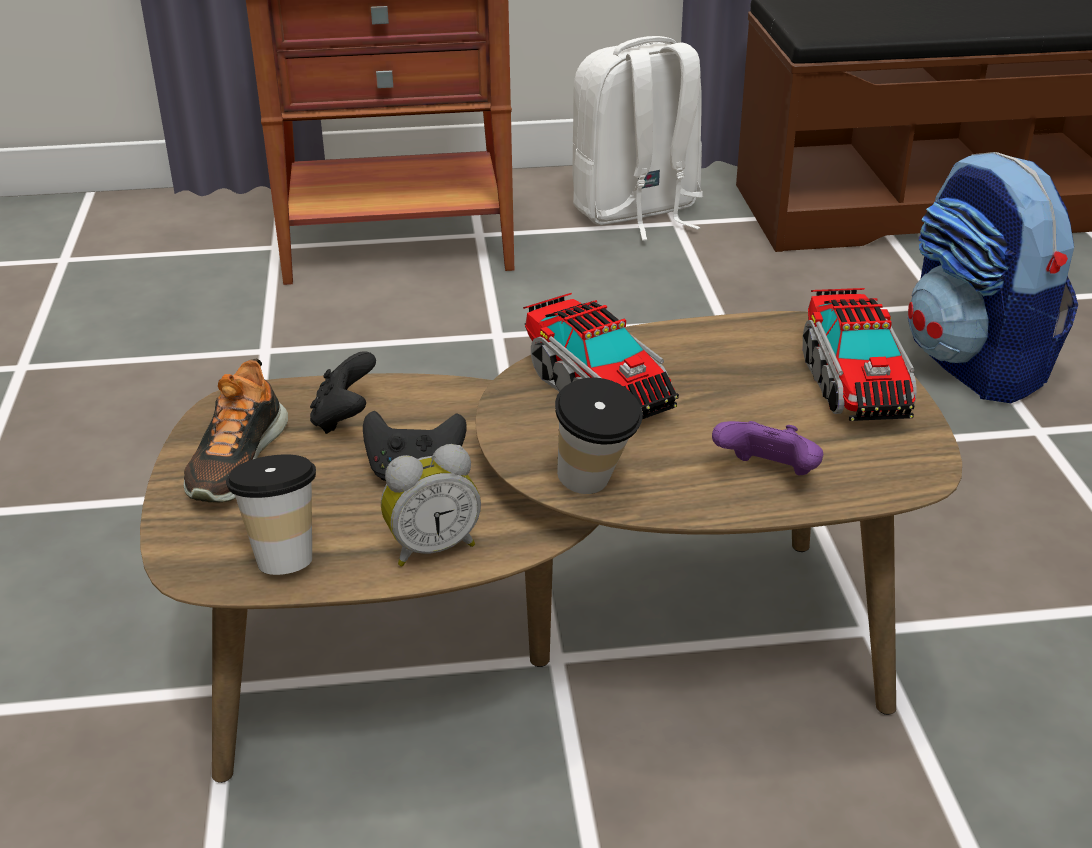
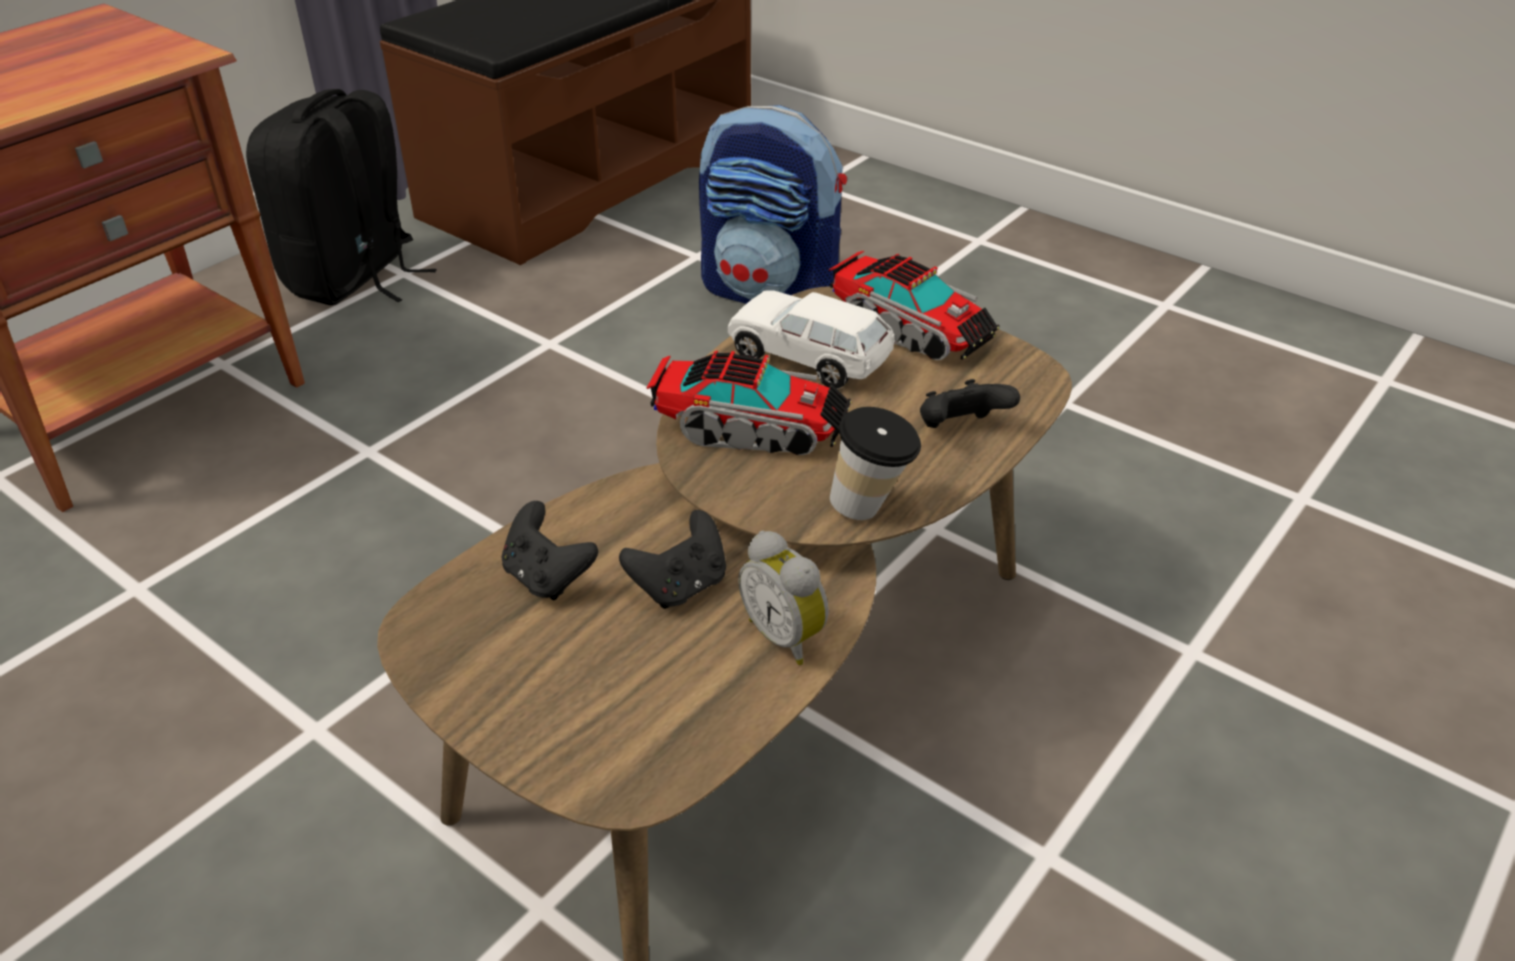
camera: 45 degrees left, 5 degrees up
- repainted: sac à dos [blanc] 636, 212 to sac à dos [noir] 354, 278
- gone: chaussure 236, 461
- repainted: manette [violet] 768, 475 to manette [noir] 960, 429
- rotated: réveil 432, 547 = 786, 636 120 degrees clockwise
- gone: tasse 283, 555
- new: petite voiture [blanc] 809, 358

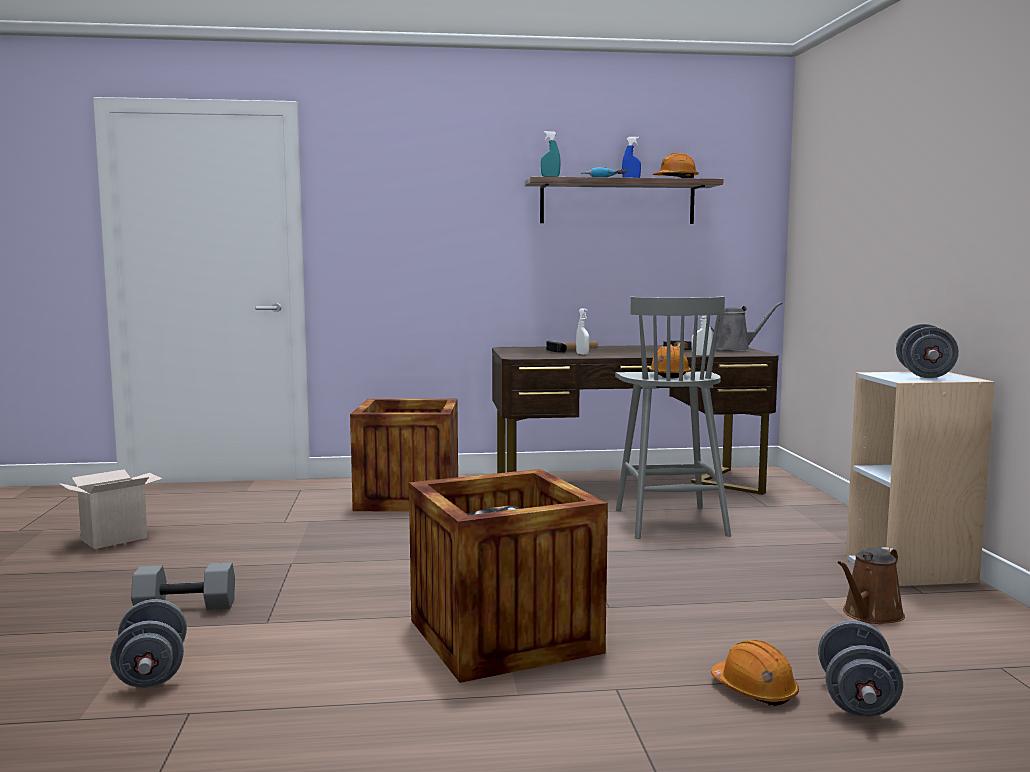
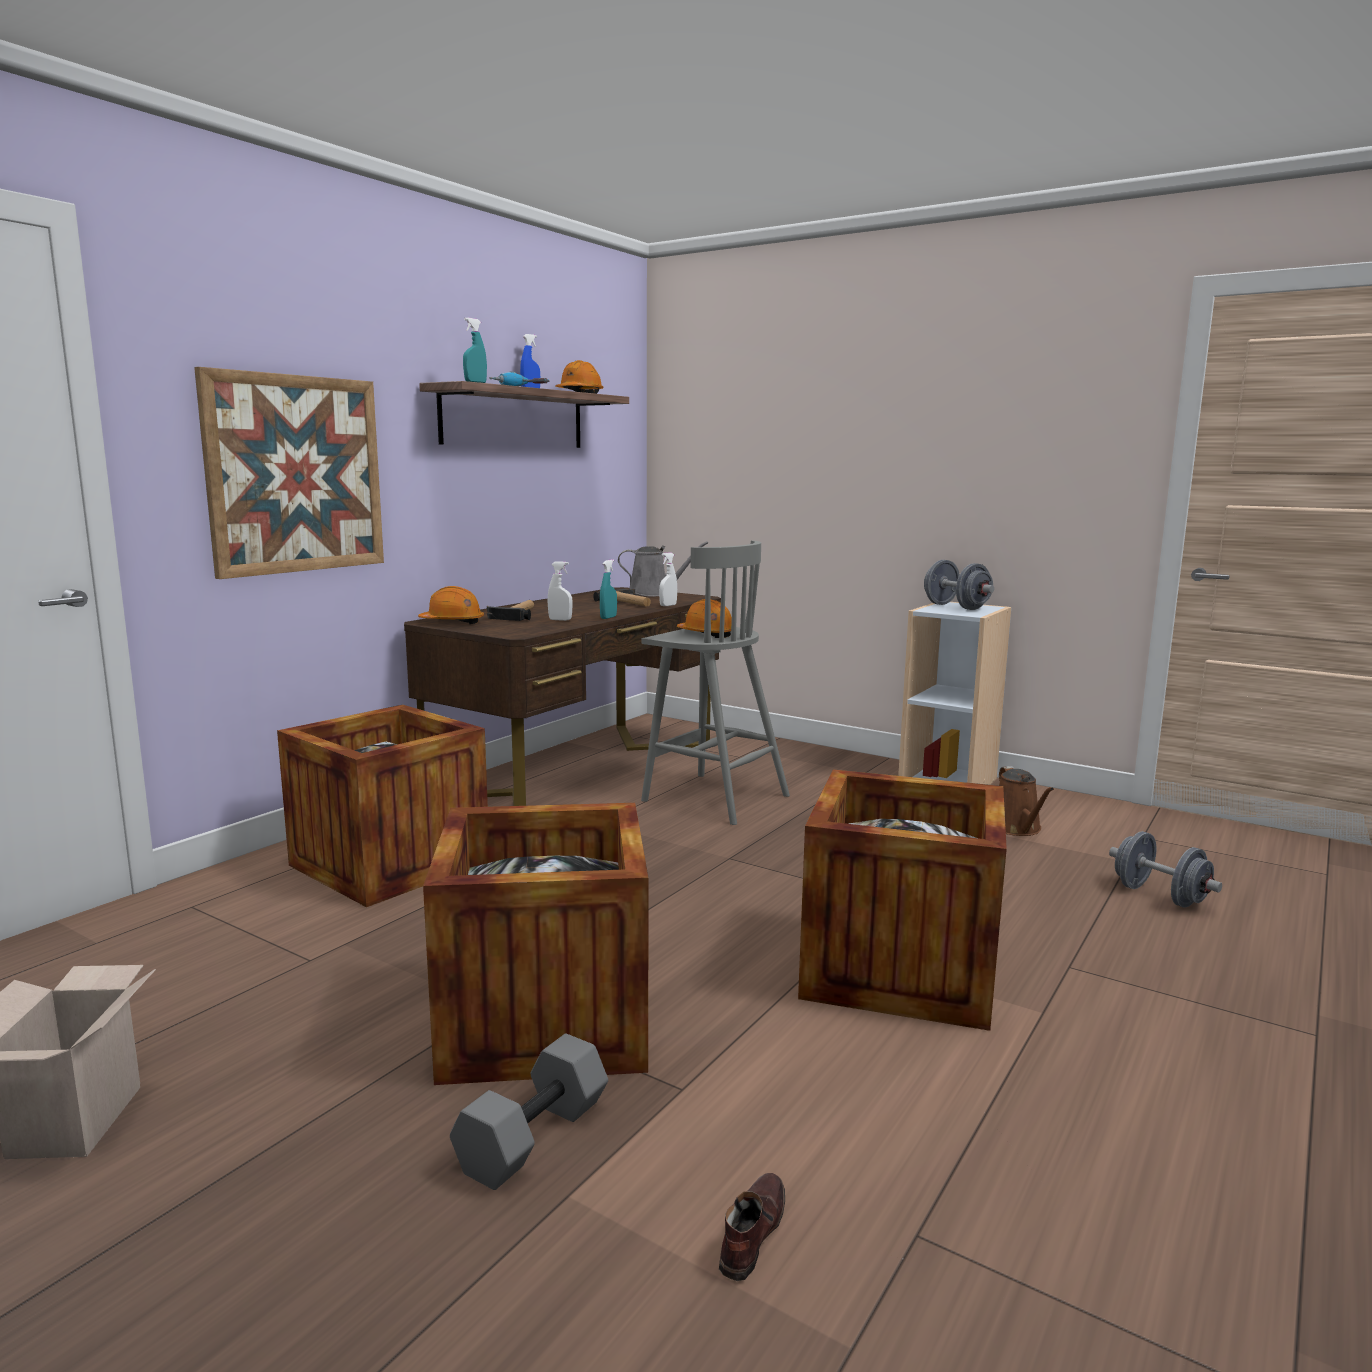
camera: 50 degrees left, 5 degrees up
- rotated: arrosoir [gris] 735, 349 = 654, 593 60 degrees clockwise
- swapped: haltère [gris] 152, 673 to chaussure [marron] 751, 1233
- shifted: casque de chantier [orange] 754, 690 to 452, 622
- new: tableau 296, 474
- new: vaporisateur [turquoise] 608, 617
- new: caisse 545, 1019

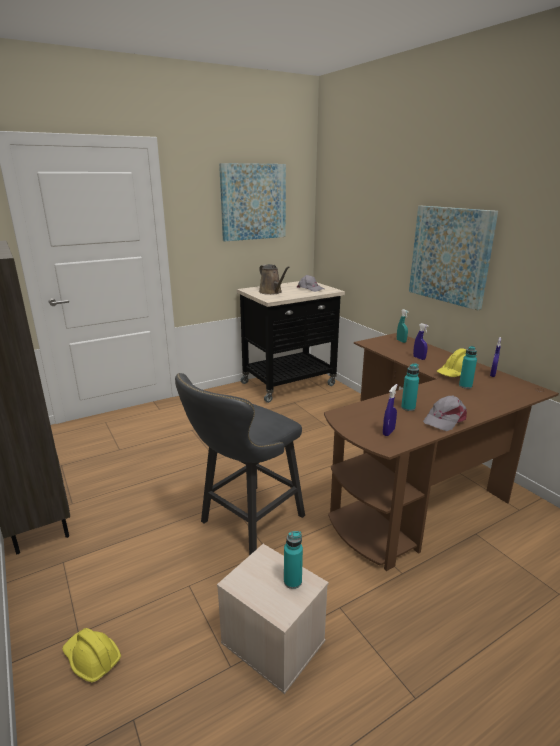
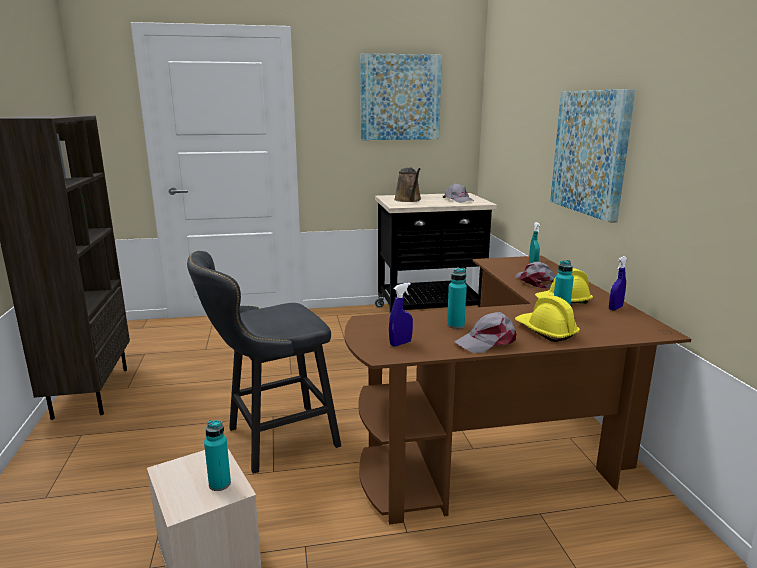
camera: 20 degrees right, 5 degrees down
- swapped: vaporisateur [bleu] 419, 358 to casquette [gris] 535, 281
- shifted: casque de chantier [jaune] 91, 658 to 545, 331

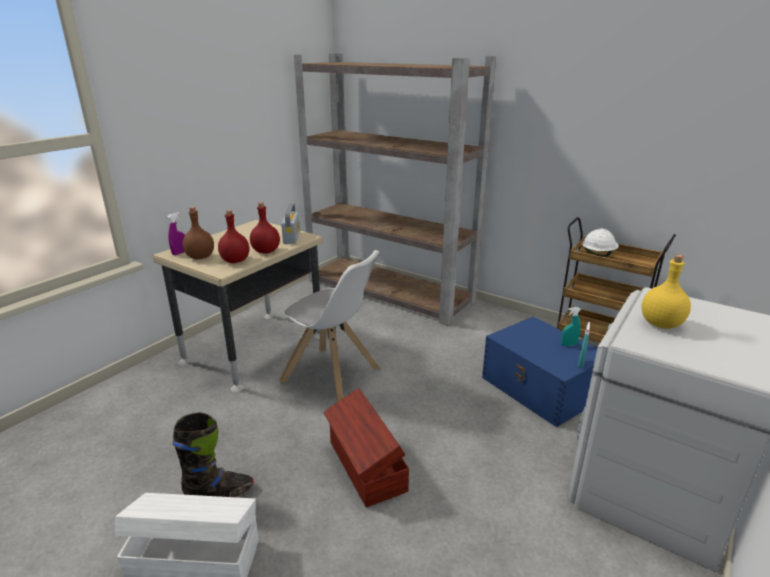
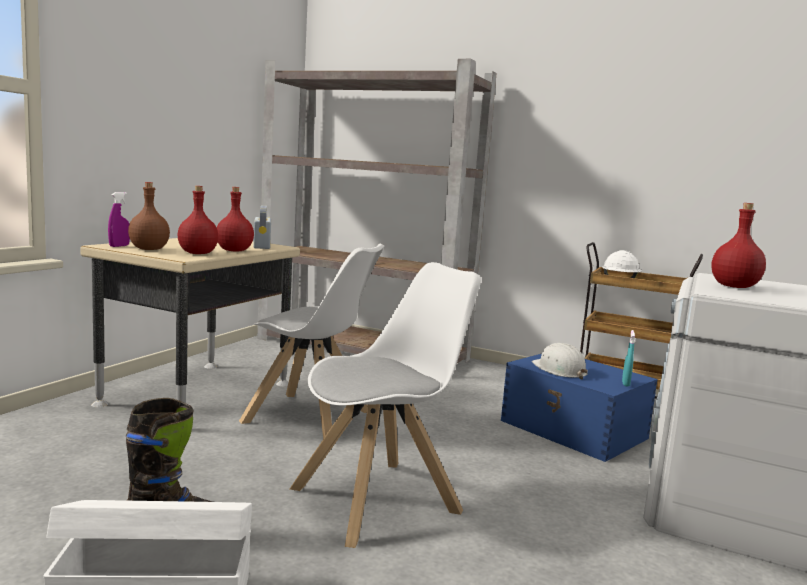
camera: 10 degrees left, 15 degrees down
- repainted: bouteille [jaune] 661, 324 to bouteille [rouge] 735, 287
- gone: vaporisateur [turquoise] 568, 345
- swapped: boîte de rangement [marron] 366, 467 to chaise 380, 499
- new: casque de chantier [blanc] 559, 370

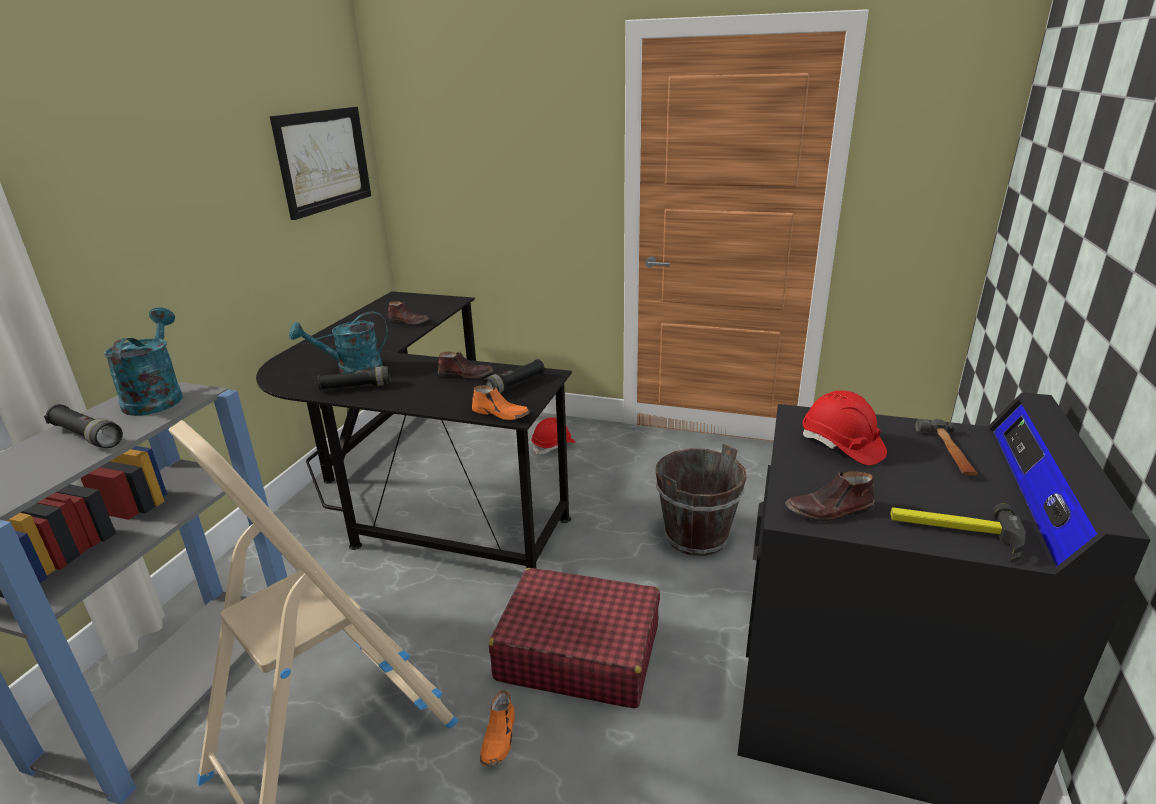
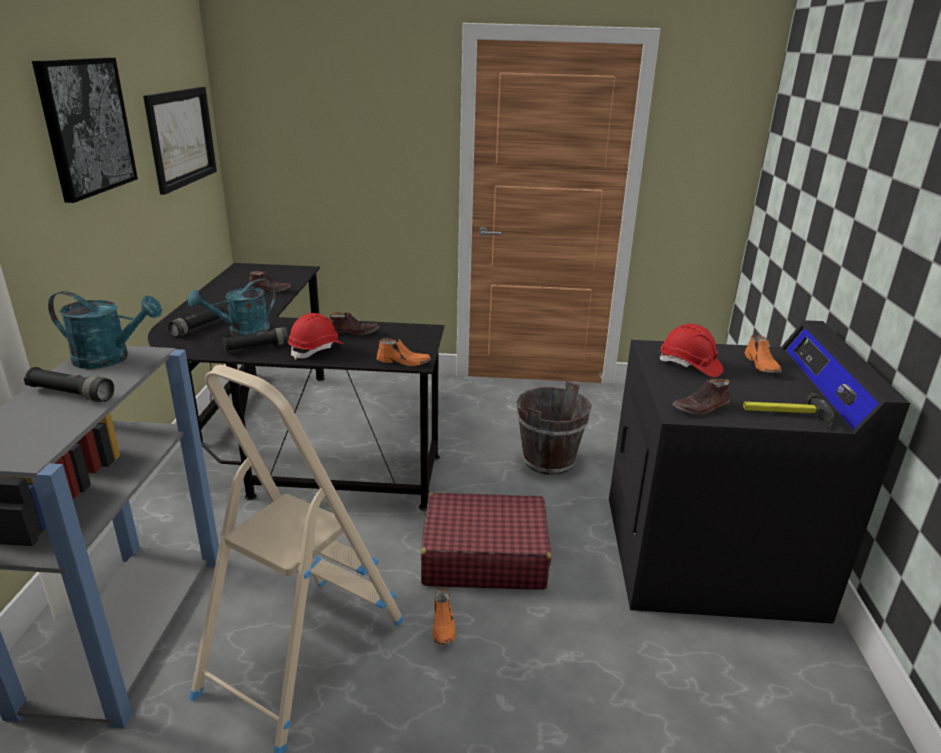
camera: 15 degrees left, 0 degrees up
- rotated: arrosoir [turquoise] 157, 397 = 111, 359 120 degrees clockwise
- shifted: lampe de poche [noir] 515, 385 to 199, 327
- shifted: casque de chantier [rouge] 553, 446 to 316, 349
- swapped: marteau 948, 453 to chaussure [orange] 762, 365
- new: tableau 86, 127

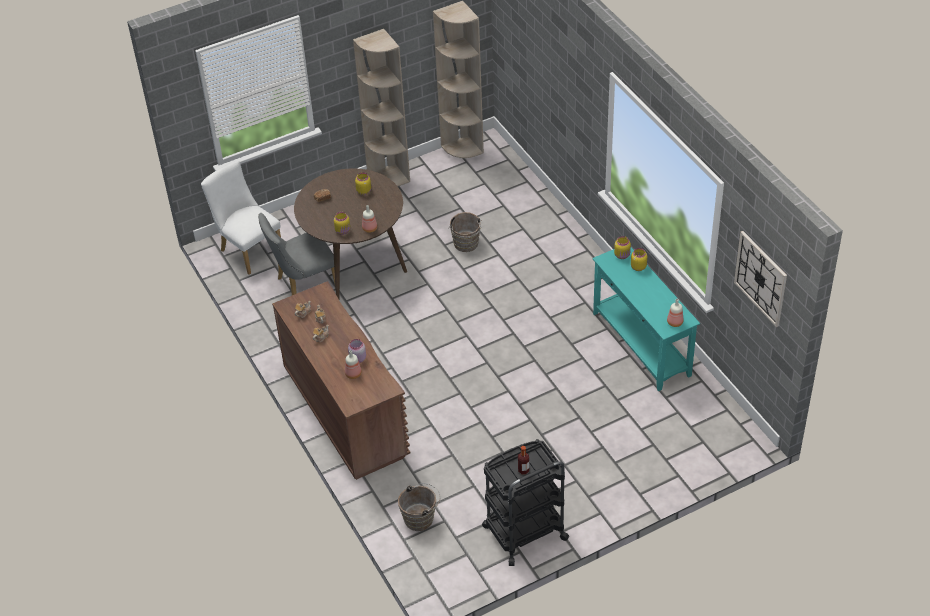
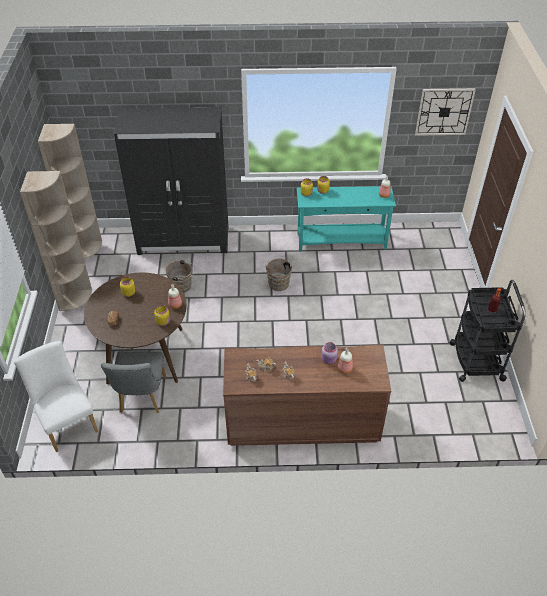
camera: 65 degrees left, 0 degrees up
- rotated: chaise [blanc] 248, 249 = 67, 421 75 degrees clockwise
- shifted: seau [marron] 421, 518 to 279, 282
- new: meuble de rangement [noir] 184, 241

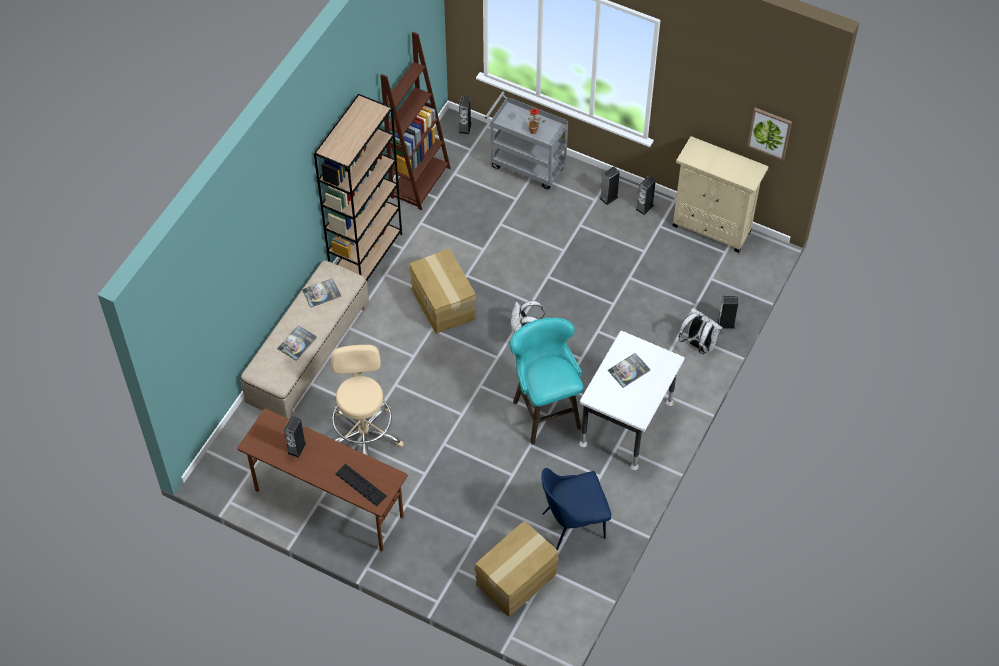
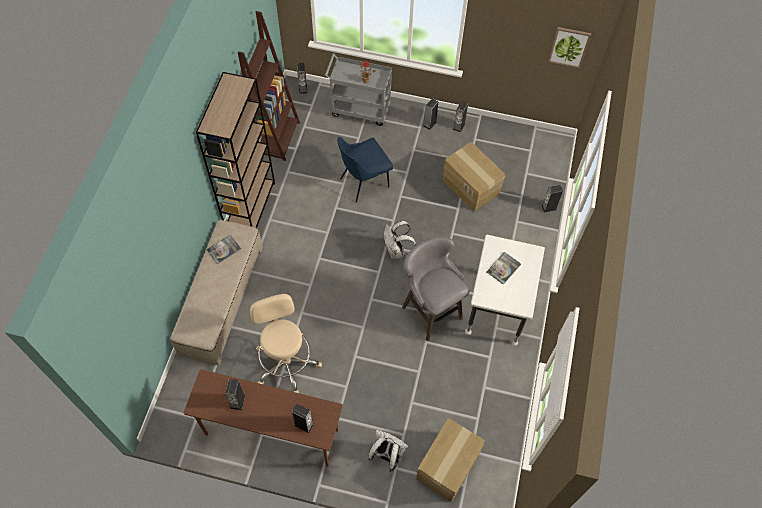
camera: 15 degrees left, 5 degrees up
- gone: meuble de rangement [beige] 712, 228
- shifted: carton 444, 303 to 471, 186
- shifted: sac à dos [blanc] 698, 345 to 387, 455
- repainted: tabouret [turquoise] 545, 412 to tabouret [gris] 430, 311
- gone: livre 297, 343
- swapped: clavier 361, 485 to enceinte 304, 424
- shifted: chaise [bleu] 573, 526 to 364, 183

